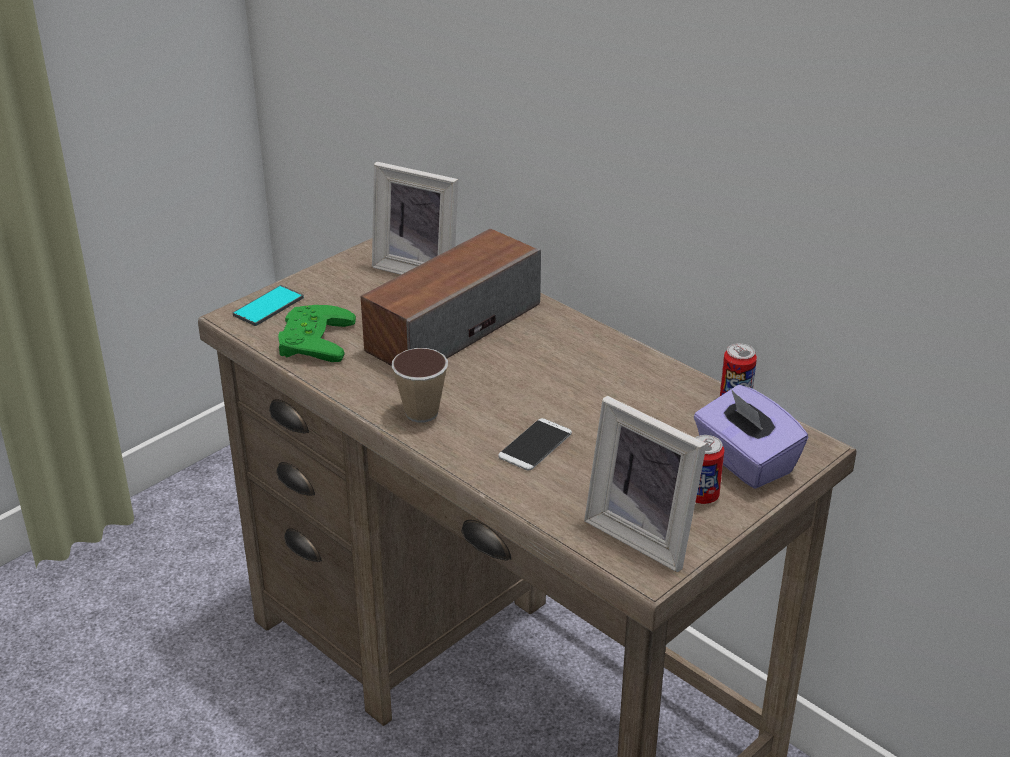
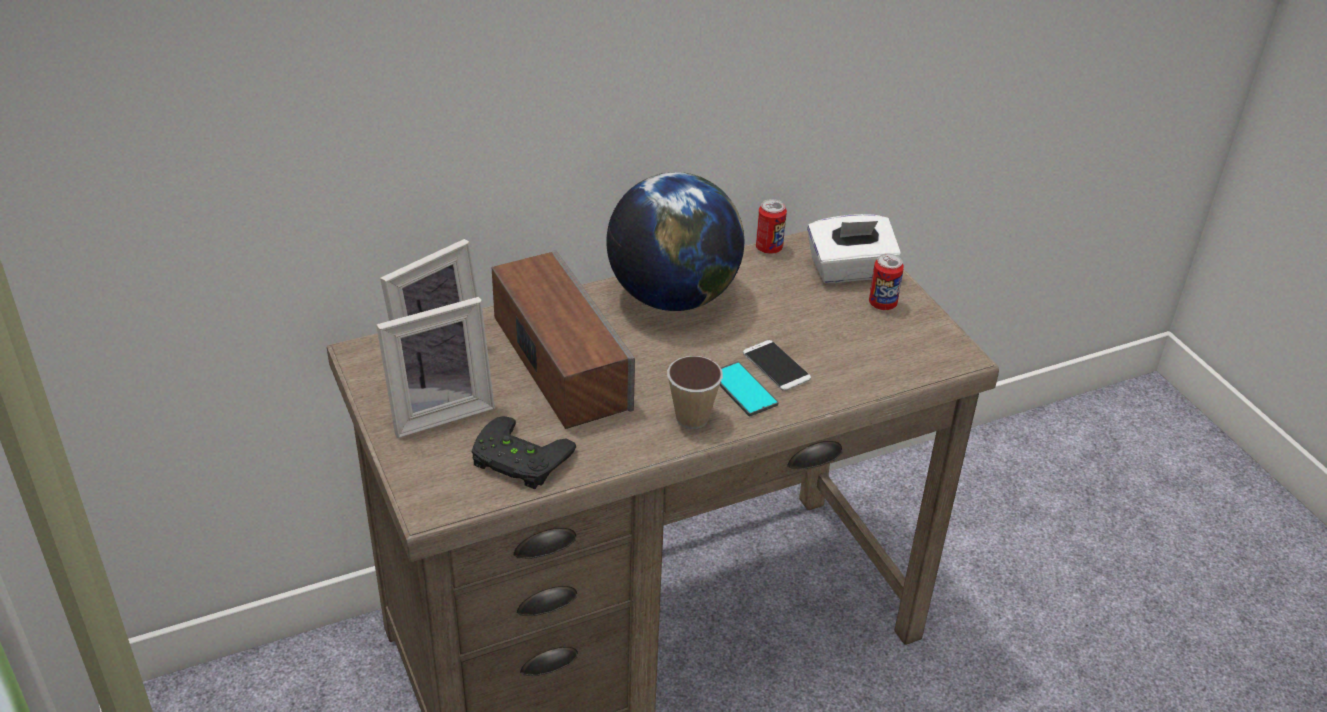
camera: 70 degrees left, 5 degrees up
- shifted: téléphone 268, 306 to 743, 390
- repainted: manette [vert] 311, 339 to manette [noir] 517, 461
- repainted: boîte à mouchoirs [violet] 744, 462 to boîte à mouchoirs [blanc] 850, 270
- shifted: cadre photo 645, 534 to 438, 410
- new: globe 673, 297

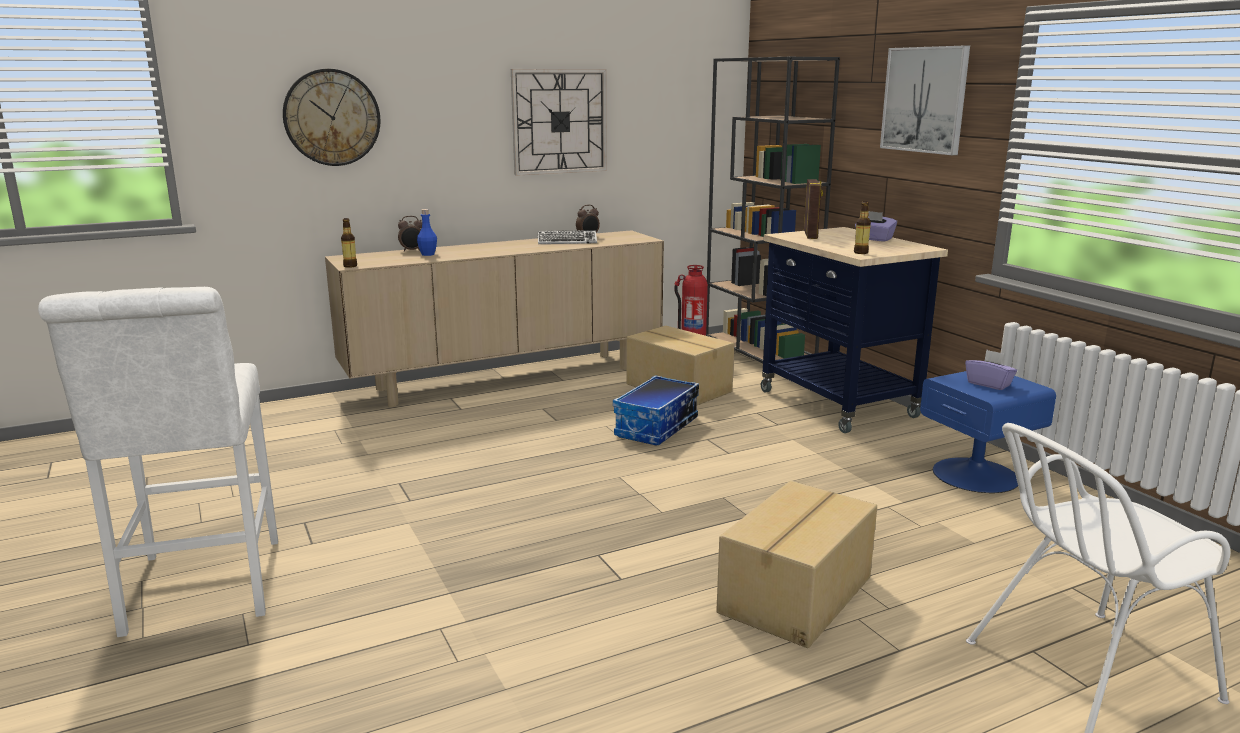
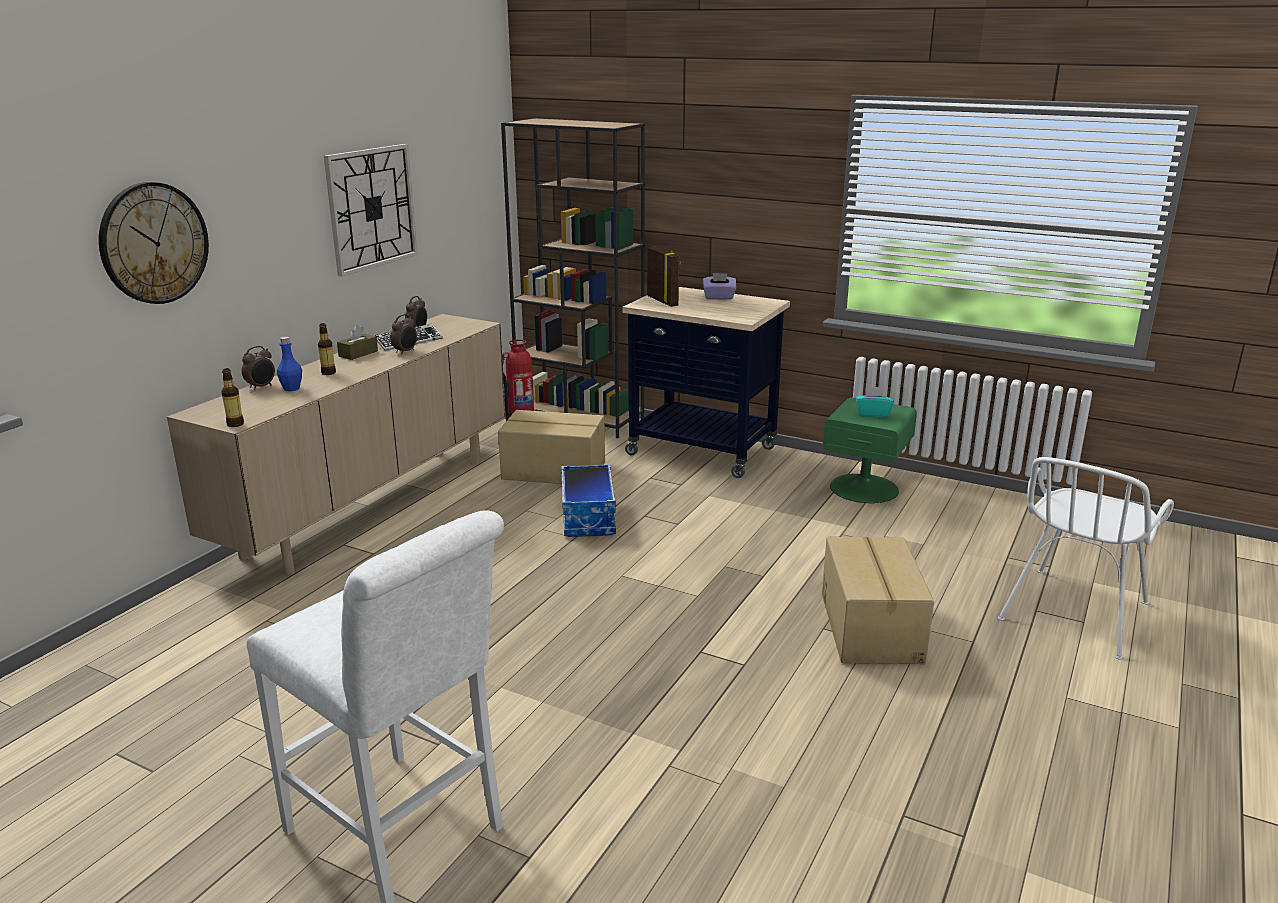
camera: 35 degrees left, 5 degrees up
- gone: tableau 925, 100
- shifted: bouteille 861, 252 to 328, 373
- repainted: boîte à mouchoirs [violet] 989, 384 to boîte à mouchoirs [turquoise] 873, 414
- repainted: table de chevet [bleu] 976, 474 to table de chevet [vert] 864, 488
- new: réveil 406, 352
- new: boîte à mouchoirs [marron] 358, 354

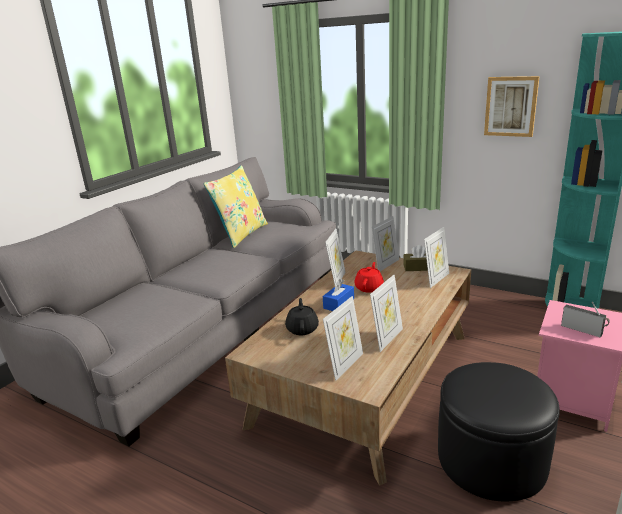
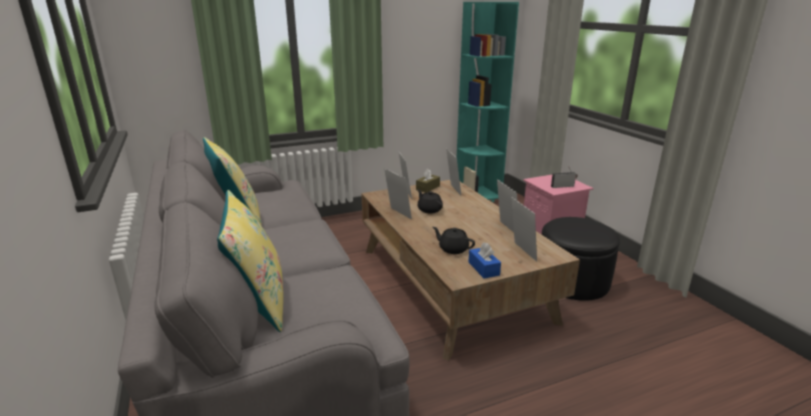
camera: 55 degrees left, 0 degrees up
- gone: tableau 511, 106
- repainted: théière [rouge] 369, 287 to théière [noir] 429, 209
- shifted: boîte à mouchoirs [bleu] 338, 303 to 483, 268
- new: coussin [jaune] 259, 301

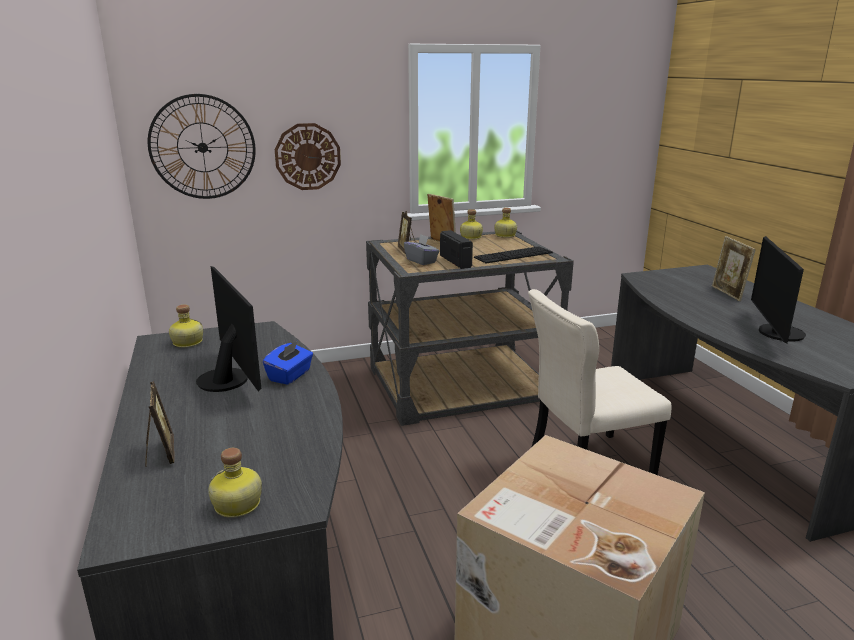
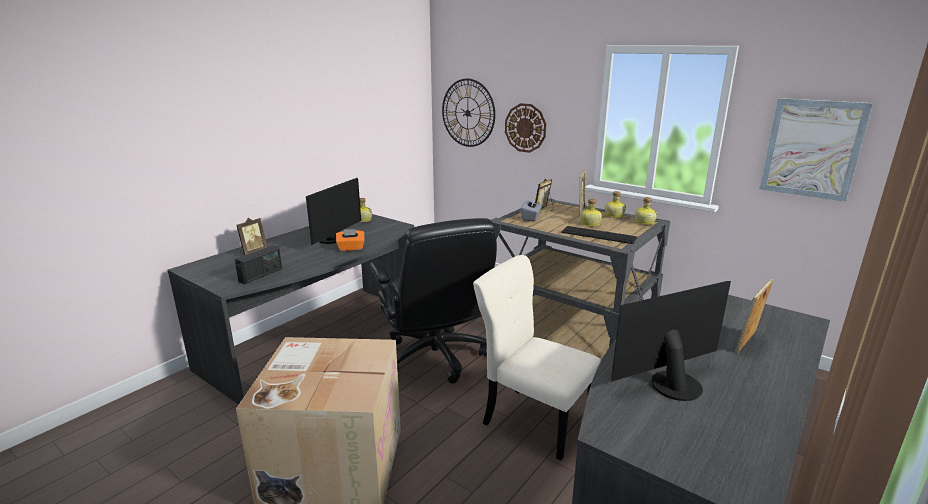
camera: 55 degrees right, 0 degrees up
- shifted: radio 456, 261 to 261, 275
- repainted: boîte à mouchoirs [bleu] 290, 376 to boîte à mouchoirs [orange] 351, 248
- shifted: bouteille 237, 505 to 589, 224
- new: tableau 812, 149
- new: chaise de bureau [noir] 435, 359

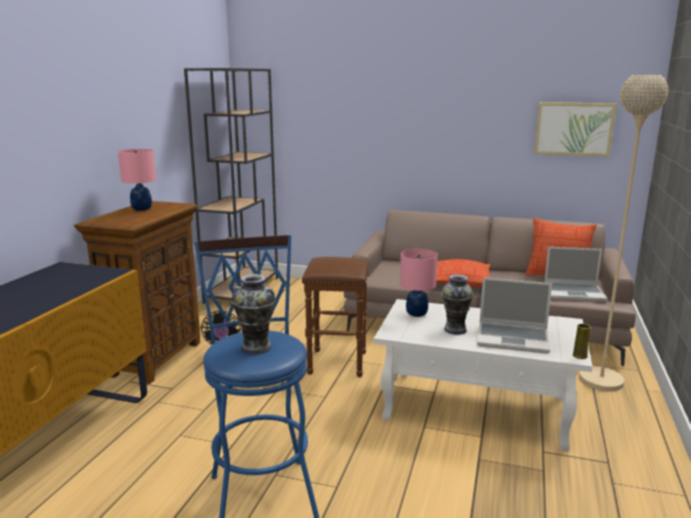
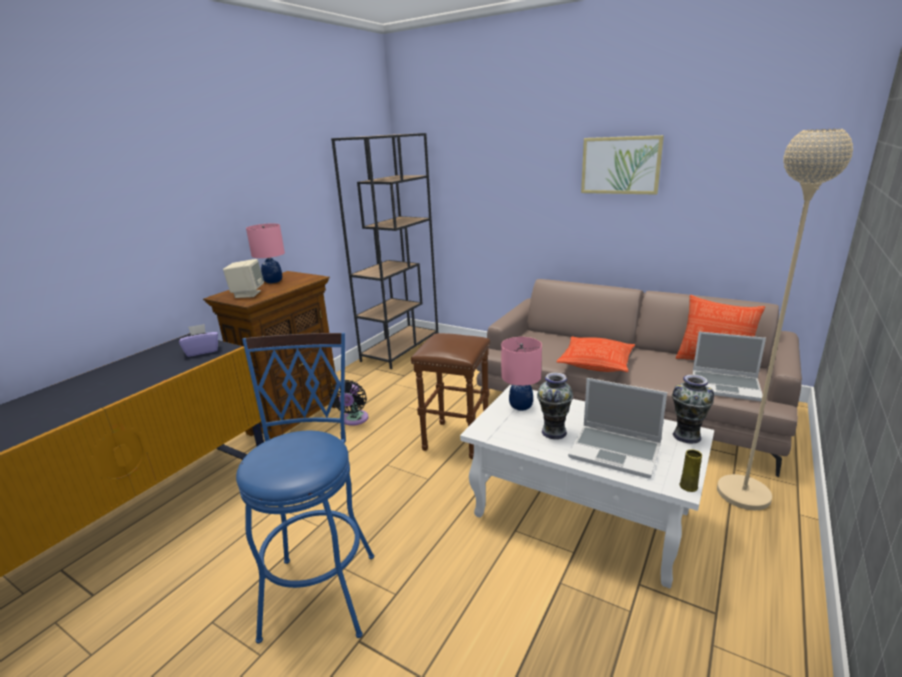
camera: 15 degrees right, 5 degrees up
- shifted: tableau 573, 129 to 620, 165
- shifted: vase 256, 348 to 686, 436
- new: enceinte [beige] 247, 294
- new: boîte à mouchoirs [violet] 202, 351

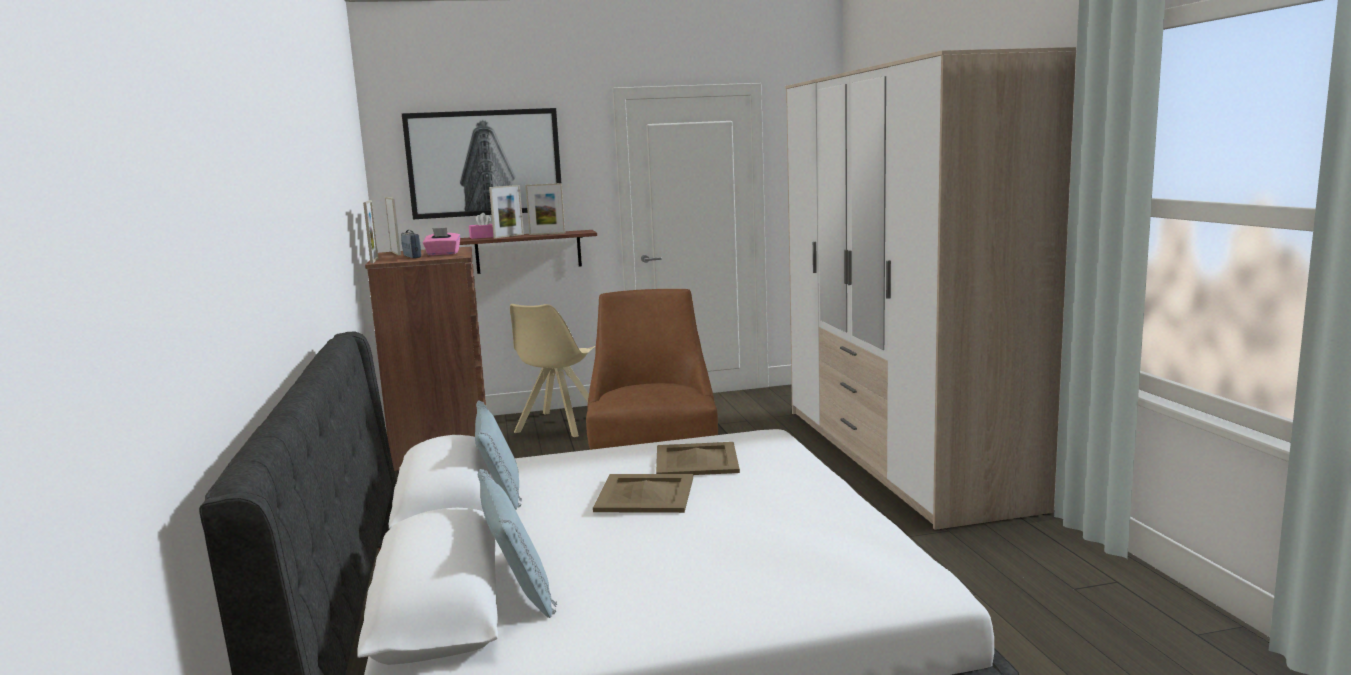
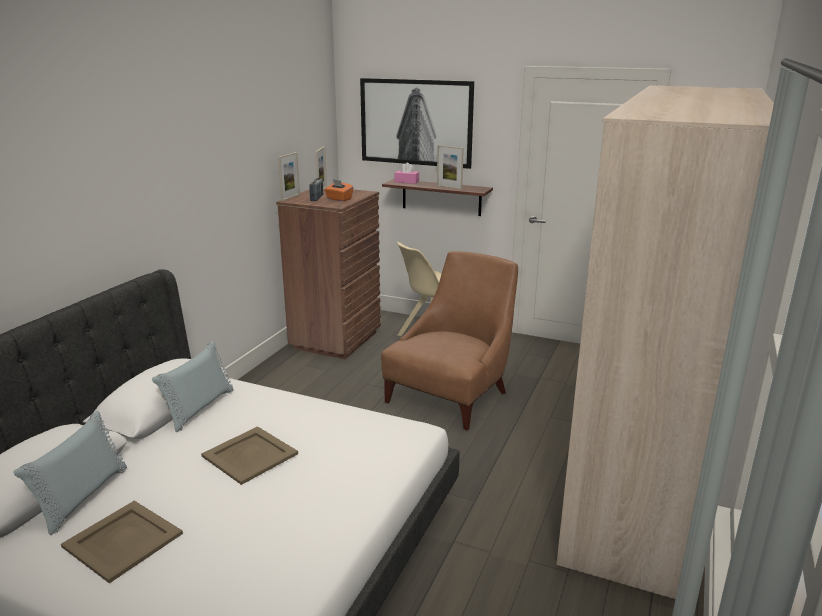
camera: 35 degrees right, 10 degrees up
- gone: cadre photo 508, 236
- repainted: boîte à mouchoirs [rose] 443, 254 to boîte à mouchoirs [orange] 339, 199
- shifted: plateau [beige] 697, 460 to 124, 540

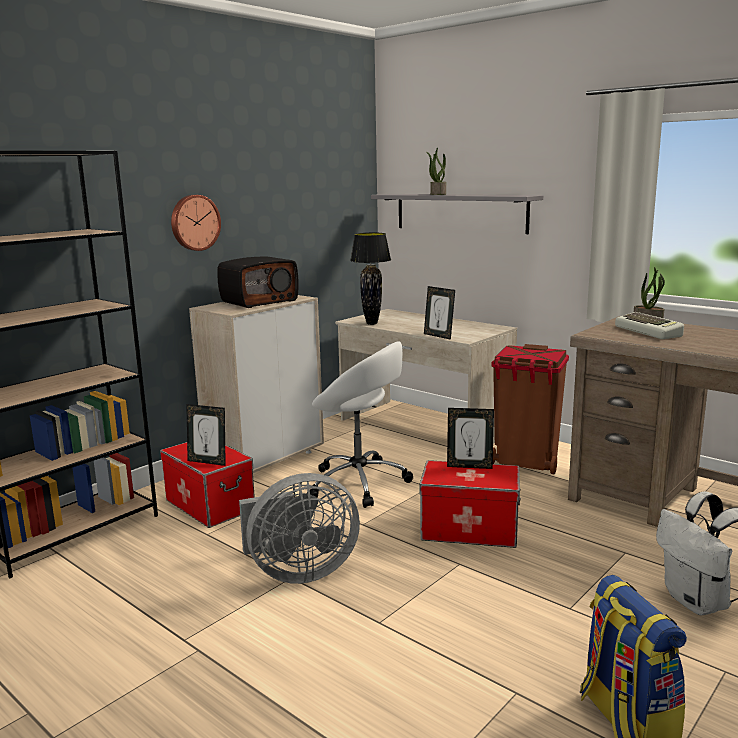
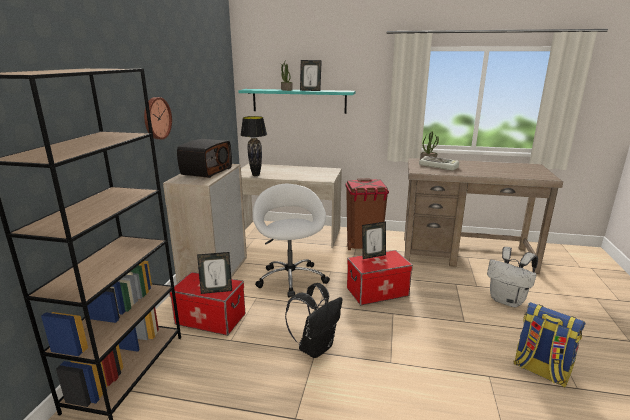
camera: 30 degrees left, 5 degrees up
- repainted: étagère [gris] 460, 212 to étagère [turquoise] 299, 101
- shifted: cadre photo 439, 336 to 310, 90
- rotated: chaise de bureau [blanc] 360, 483 = 291, 279 105 degrees counterclockwise
- swapped: ventilateur [gris] 298, 572 to sac à dos [noir] 316, 347

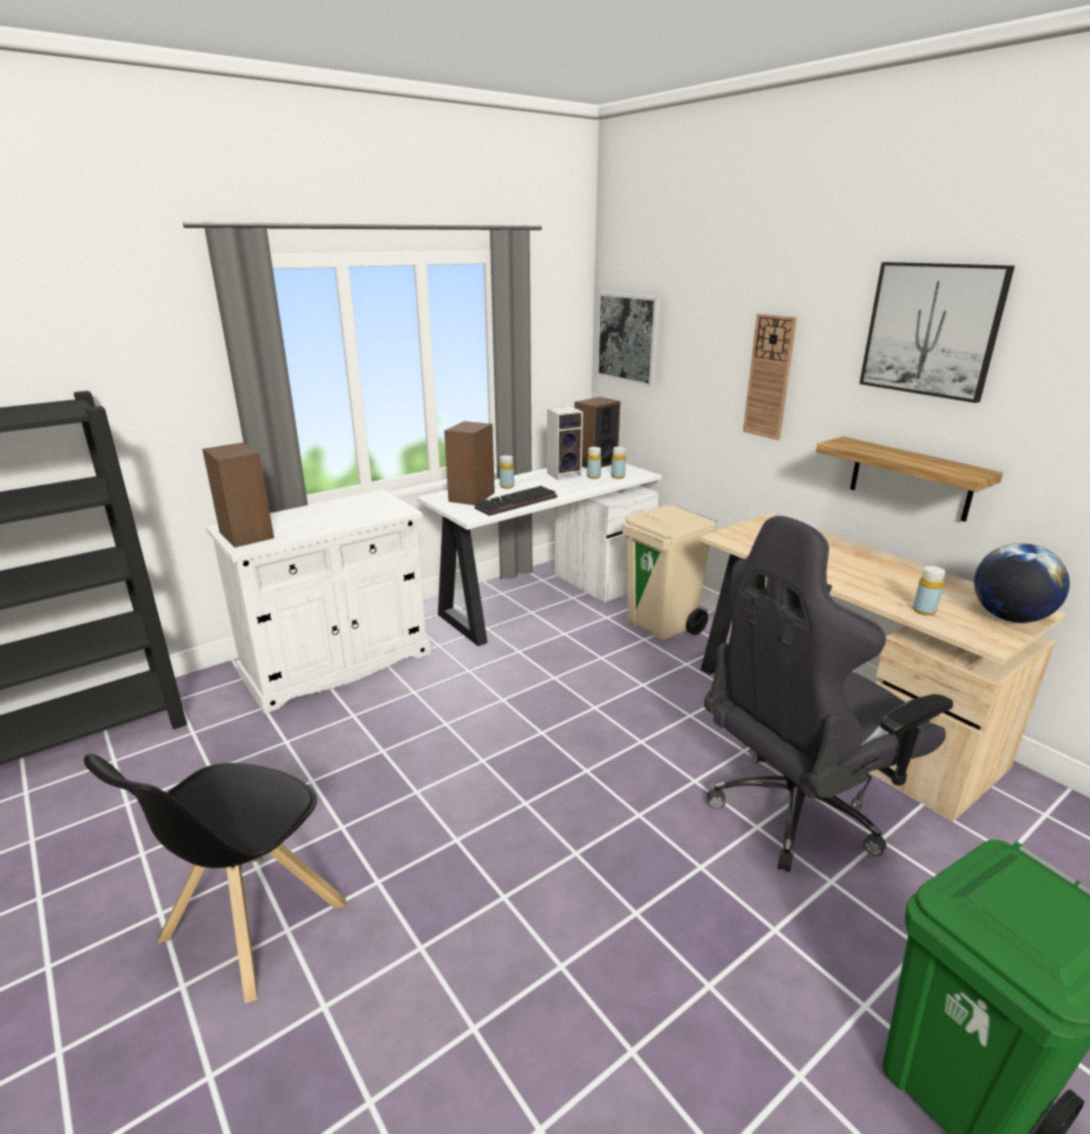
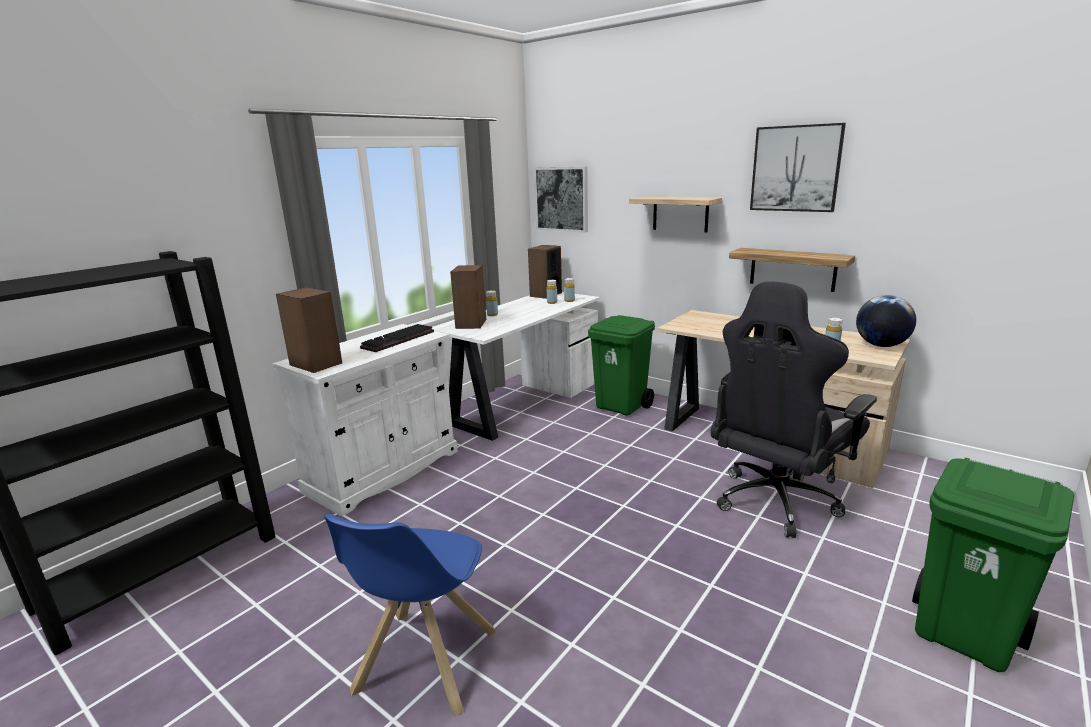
camera: 15 degrees left, 5 degrees down
- swapped: horloge murale 769, 377 to étagère 680, 214
- gone: enceinte 565, 474
- shifted: clavier 516, 504 to 398, 340
- repainted: poubelle [beige] 662, 626 to poubelle [vert] 621, 406
- repainted: chaise [noir] 249, 924 to chaise [bleu] 424, 663

